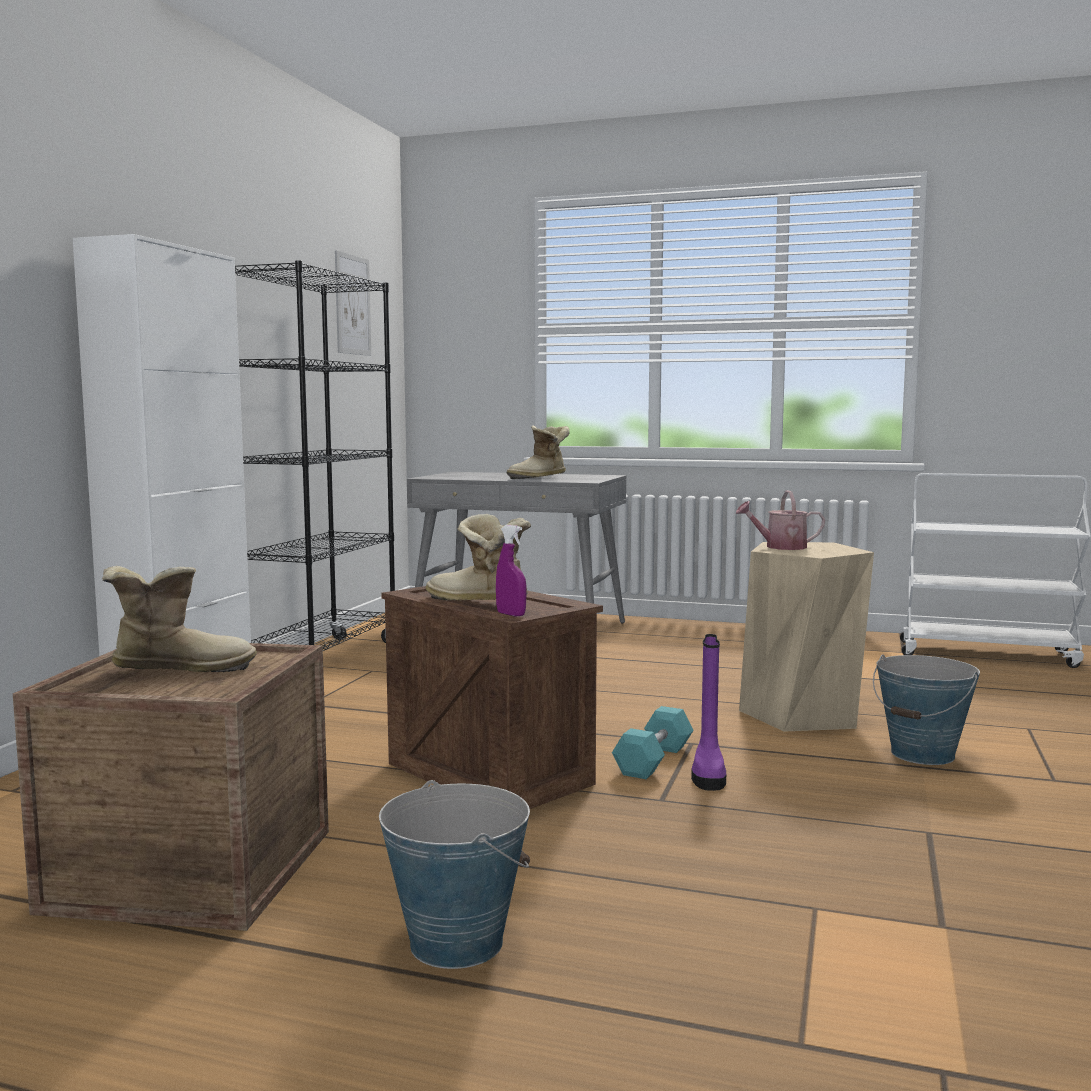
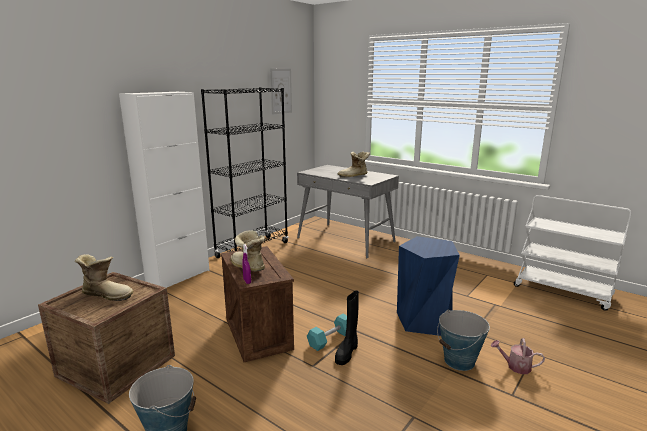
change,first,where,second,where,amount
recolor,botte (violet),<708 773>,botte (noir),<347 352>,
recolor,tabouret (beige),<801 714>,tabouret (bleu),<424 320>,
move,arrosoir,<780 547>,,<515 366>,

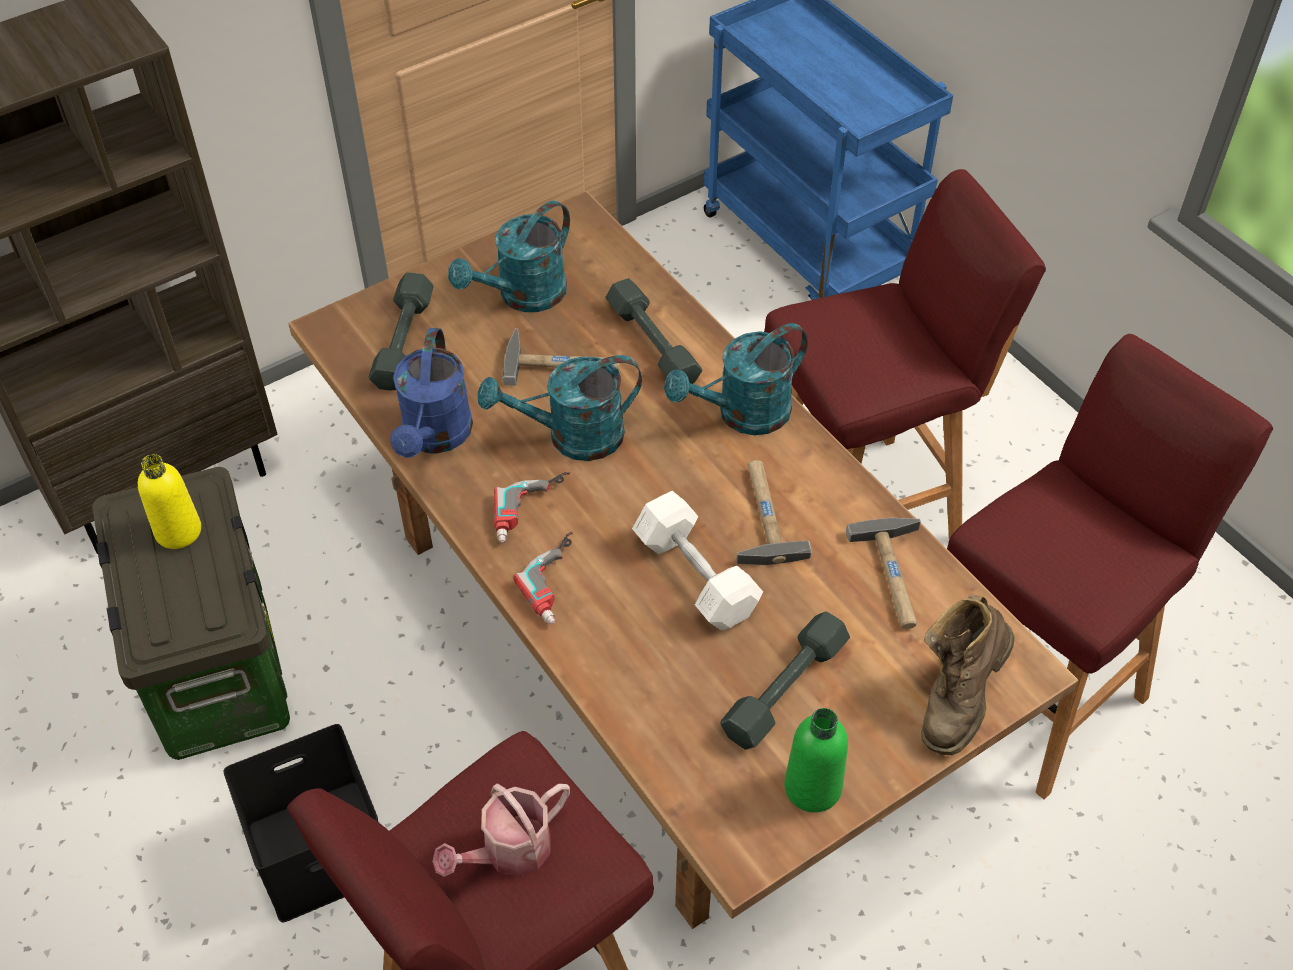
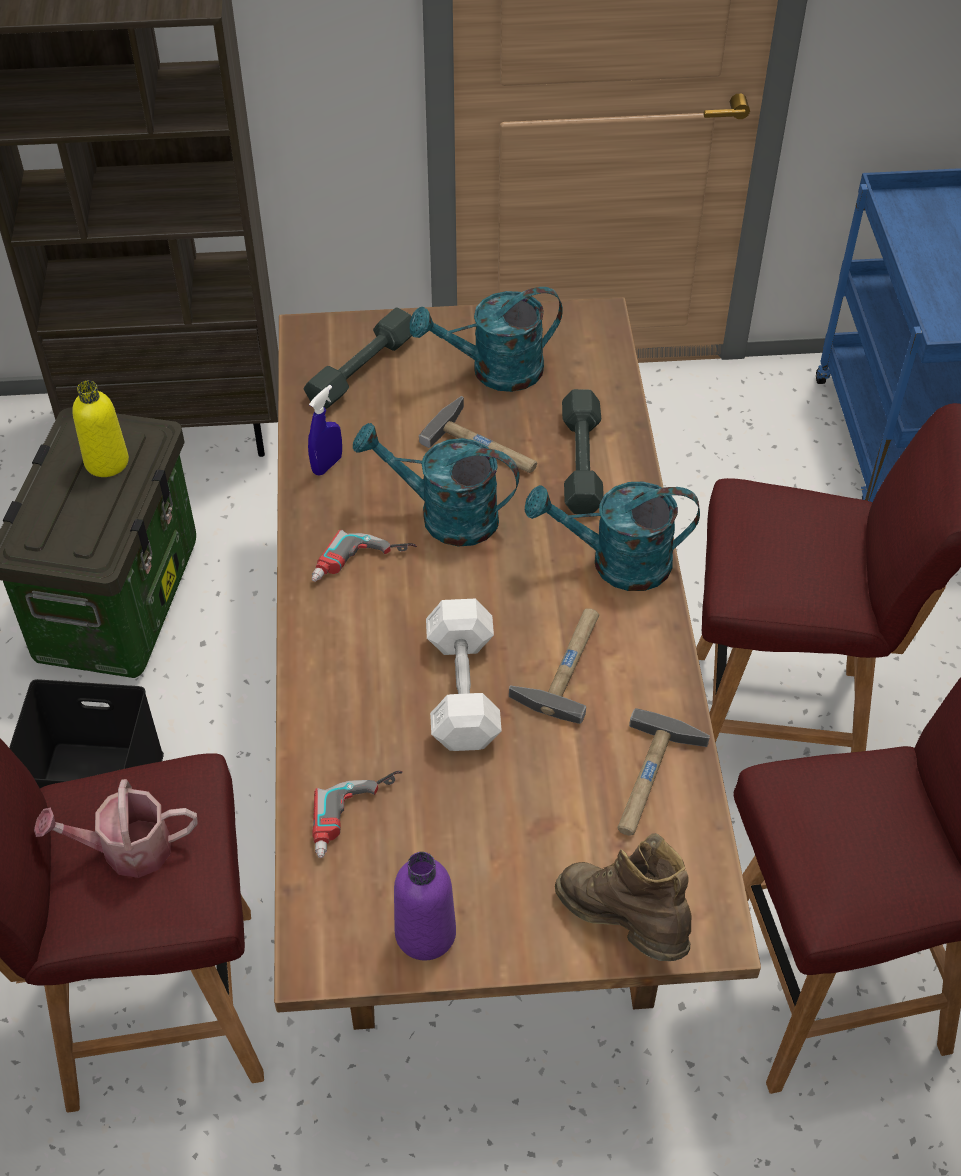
change,first,where,second,where,amount
replace,arrosoir (bleu),<435 437>,vaporisateur (bleu),<327 465>,
move,perceuse,<560 583>,,<359 818>,
recolor,bouteille (vert),<812 787>,bouteille (violet),<425 933>,
rotate,botte (marron),<958 699>,,<623 924>,75 degrees clockwise
delete,haltère (gris),<784 688>,,,

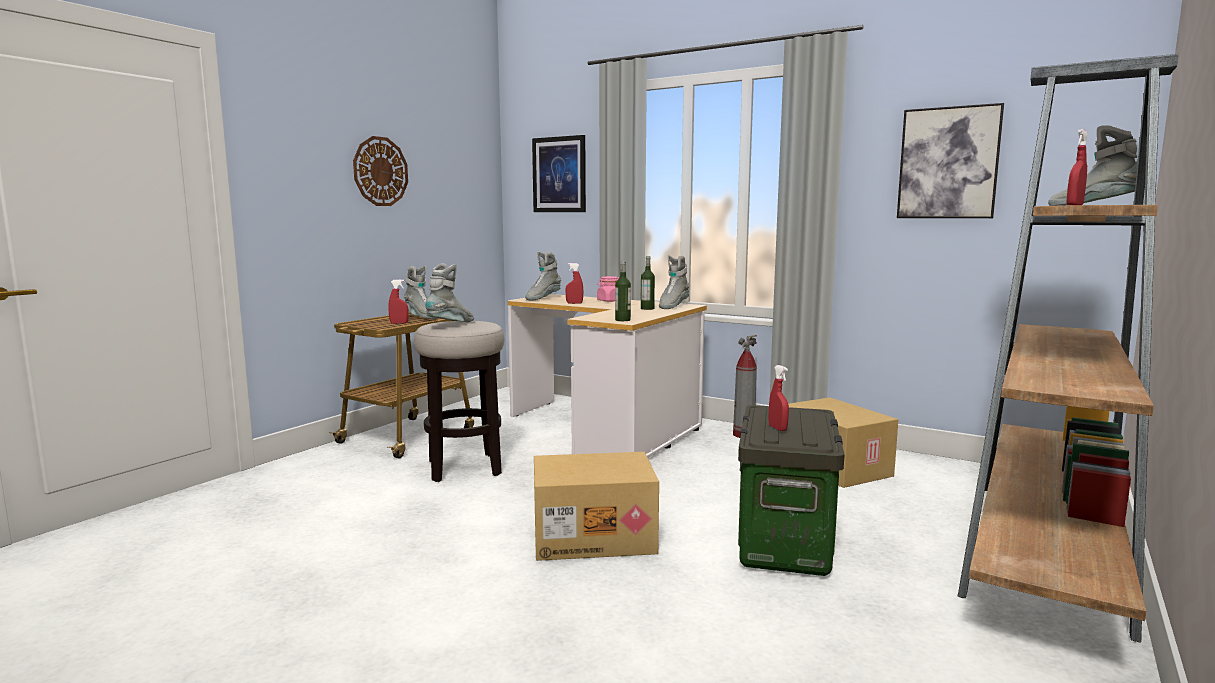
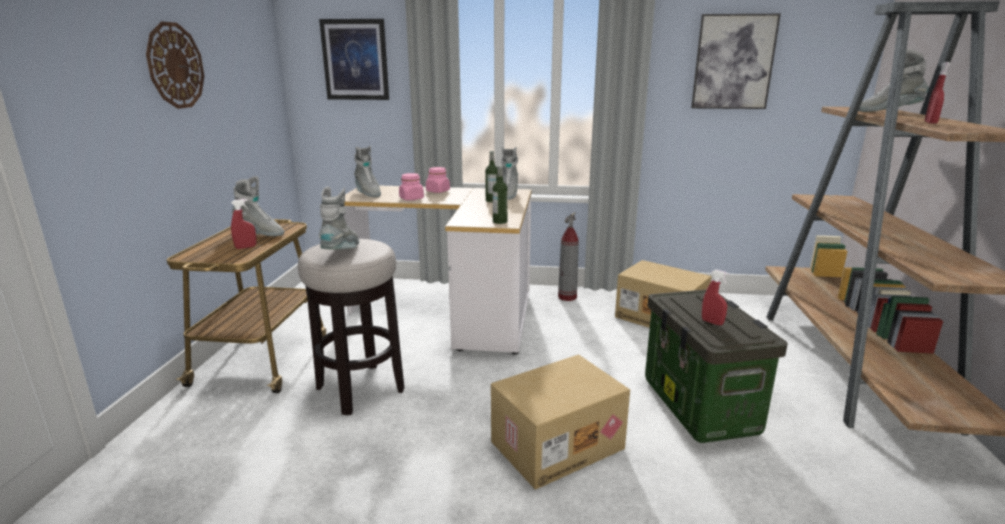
change,first,where,second,where,amount
rotate,botte (gris),<542 298>,,<367 193>,45 degrees counterclockwise
replace,vaporisateur (rouge),<574 303>,bocal (rose),<411 198>,

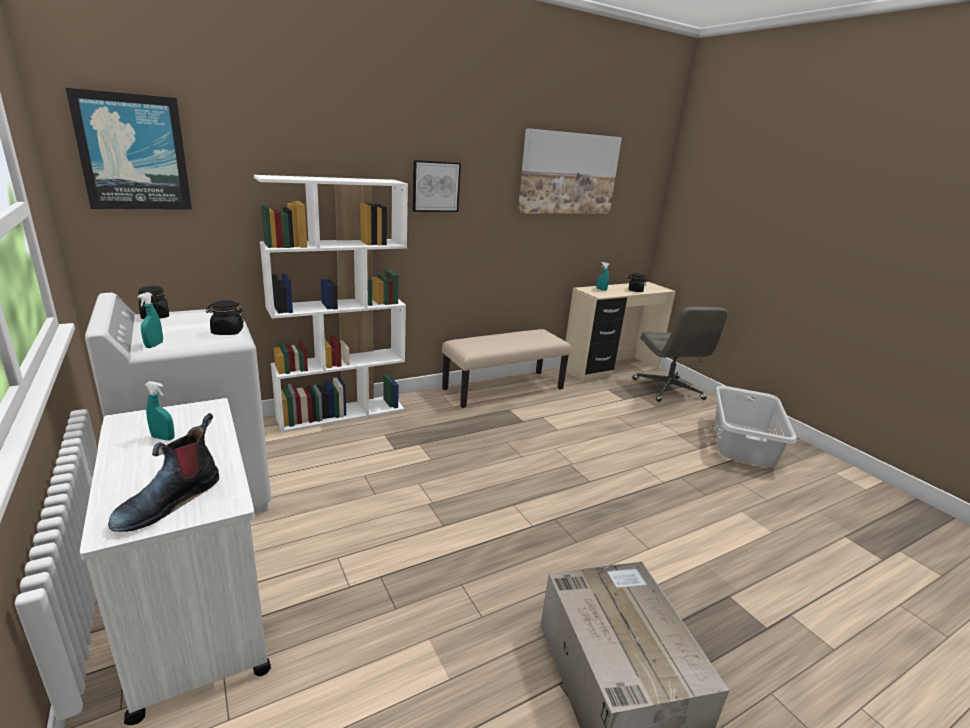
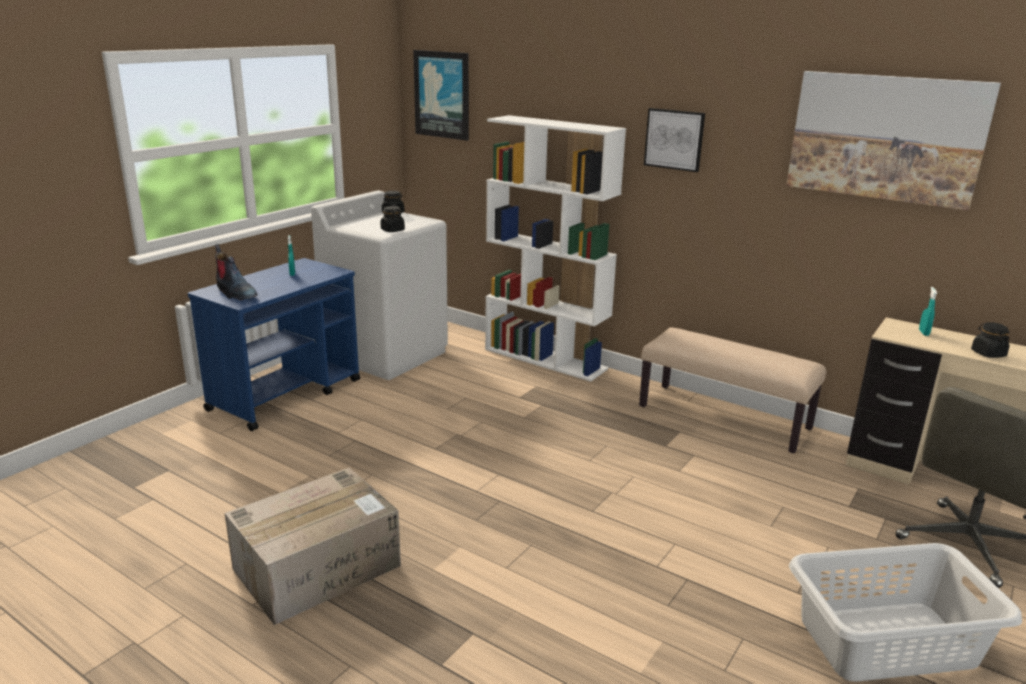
change,first,where,second,where,amount
recolor,chariot (blanc),<196 608>,chariot (bleu),<286 394>,
rotate,botte,<169 501>,,<235 293>,135 degrees counterclockwise
delete,vaporisateur (turquoise),<154 345>,,,

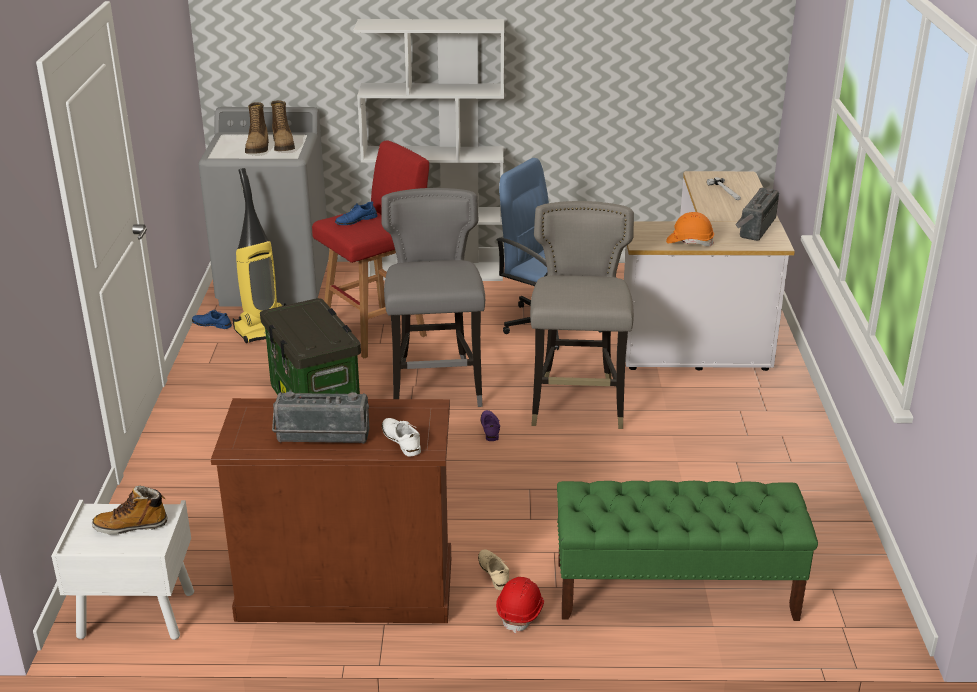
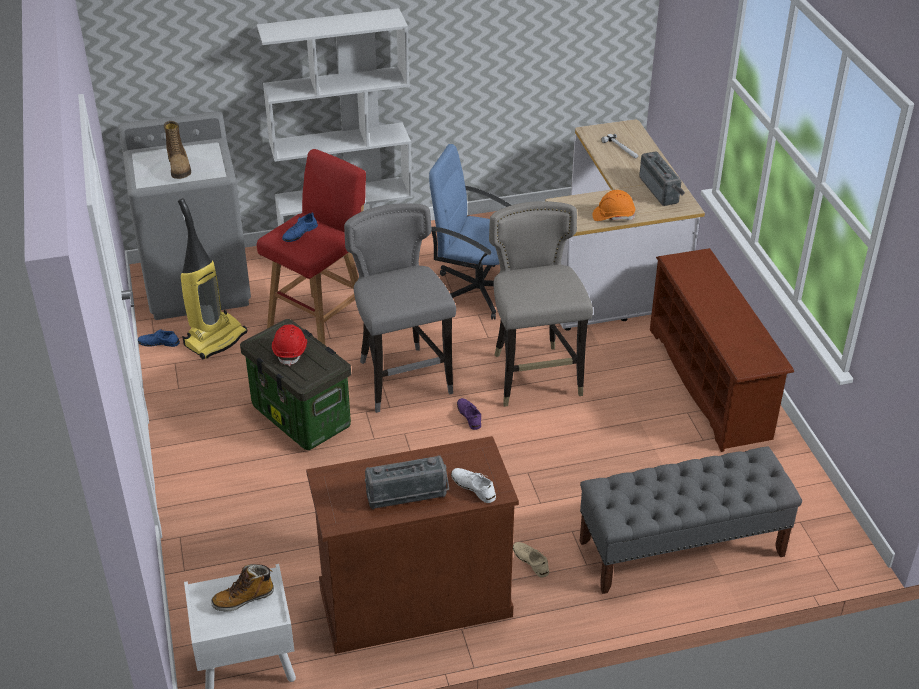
change,first,where,second,where,amount
move,casque de chantier (rouge),<521 612>,,<291 351>,
recolor,banc (vert),<674 591>,banc (gris),<681 549>,
rotate,radio,<754 227>,,<661 190>,150 degrees clockwise
insert,,,étagère à chaussures (marron),<711 383>,
delete,botte,<284 145>,,,

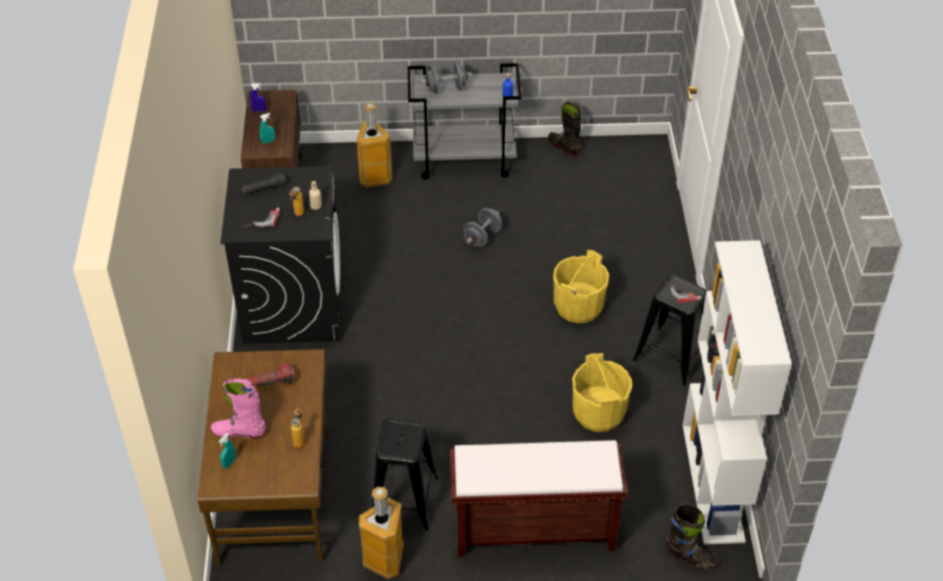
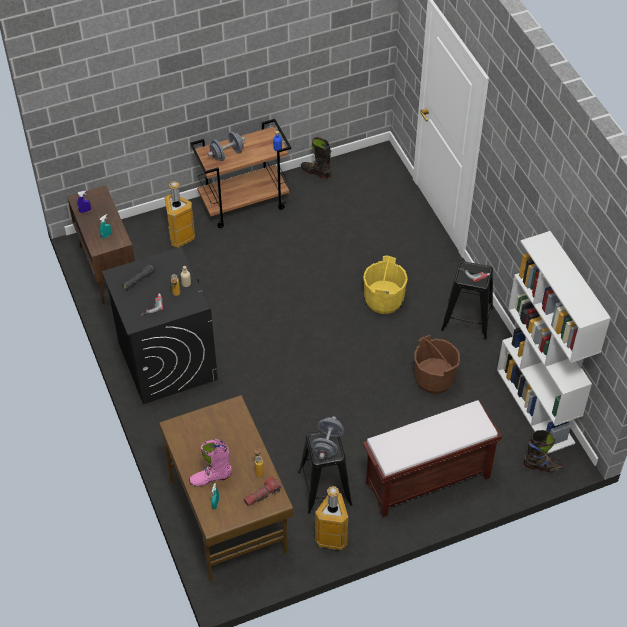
change,first,where,second,where,amount
recolor,chariot (gris),<465 160>,chariot (marron),<244 203>,
move,lampe de poche,<271 381>,,<262 495>,
move,haltère (gris),<482 237>,,<327 444>,
recolor,seau (jaune),<598 412>,seau (marron),<434 378>,

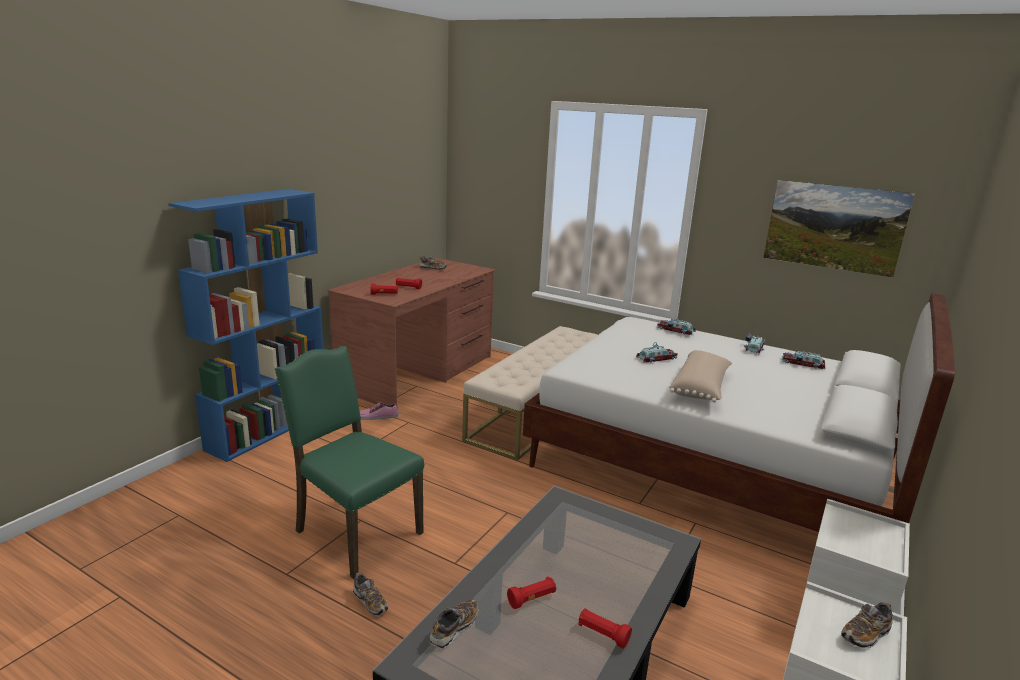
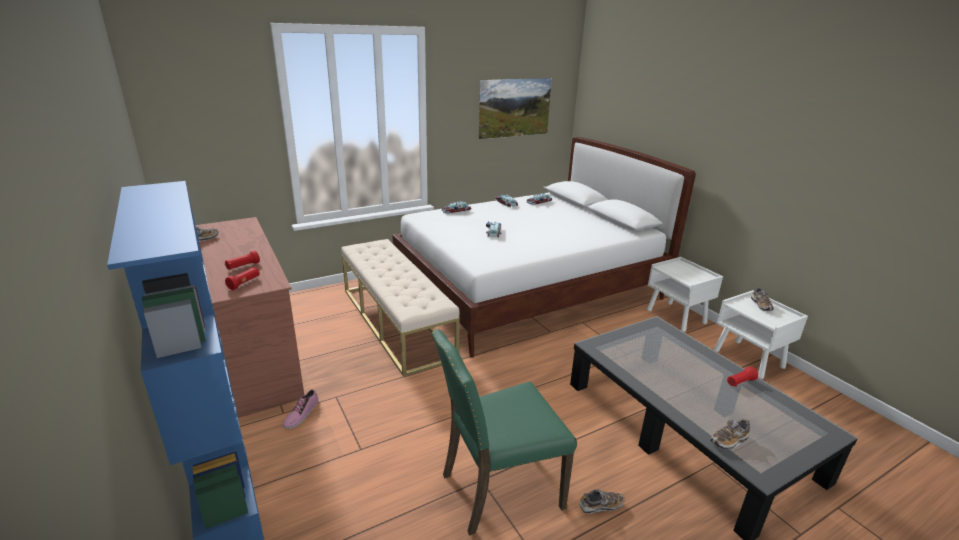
change,first,where,second,where,amount
rotate,chaussure,<454 629>,,<729 441>,90 degrees counterclockwise
delete,lampe de poche (rouge),<532 599>,,,
delete,coussin (beige),<701 388>,,,

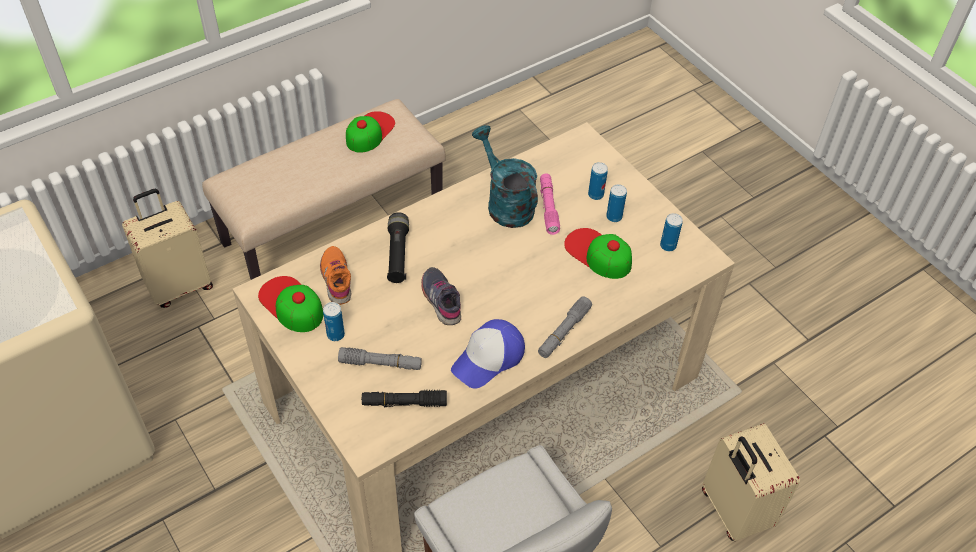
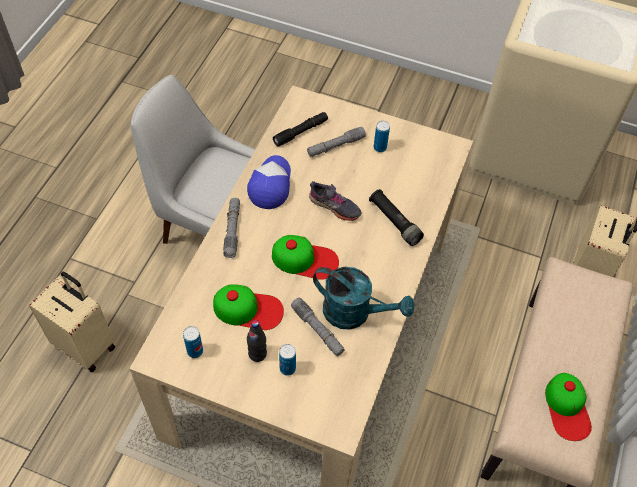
change,first,where,second,where,amount
replace,boîte métallique,<614 217>,bouteille (noir),<257 354>,
move,casquette,<291 304>,,<305 259>,
recolor,lampe de poche (rose),<548 207>,lampe de poche (gris),<317 330>,
delete,chaussure (orange),<337 279>,,,

